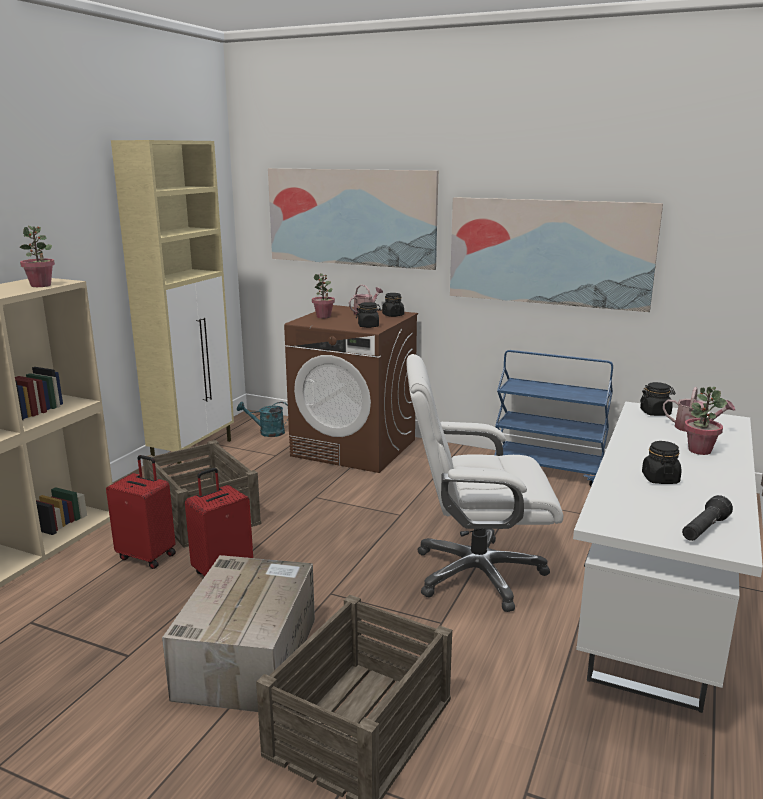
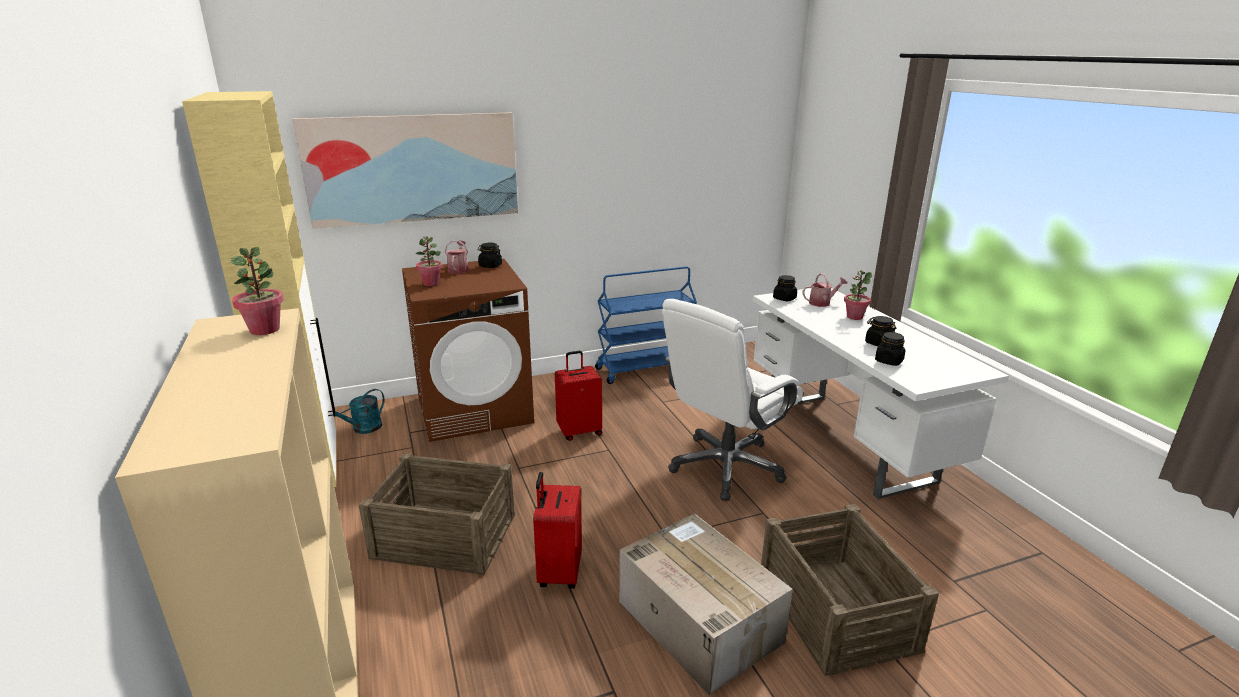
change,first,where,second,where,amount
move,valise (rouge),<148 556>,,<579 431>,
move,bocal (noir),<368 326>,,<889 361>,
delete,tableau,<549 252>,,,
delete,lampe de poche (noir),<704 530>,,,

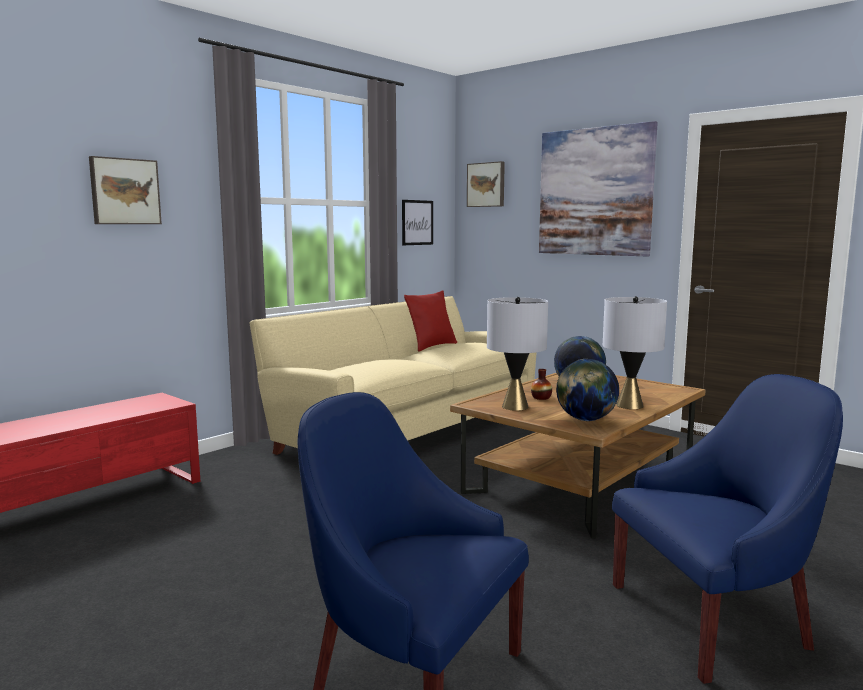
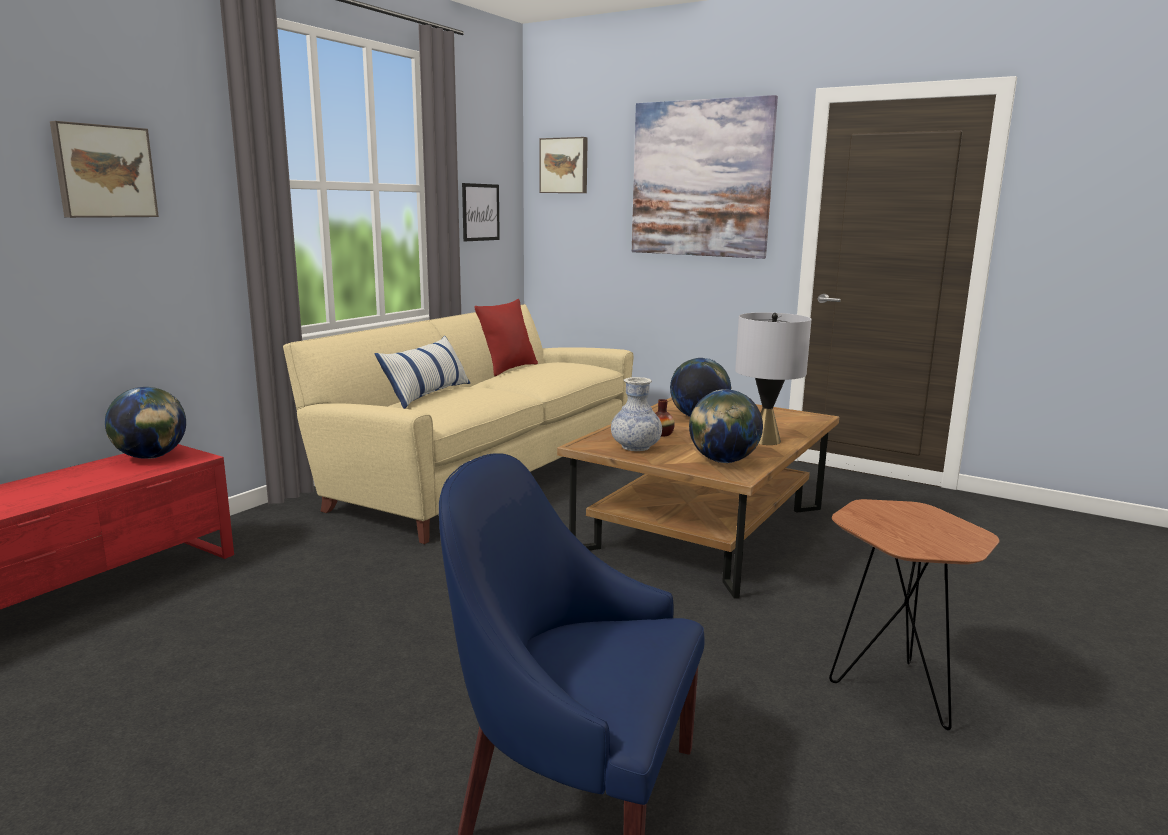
change,first,where,second,where,amount
insert,,,globe,<151 457>,
insert,,,coussin,<427 394>,
replace,lampe de table (gris),<515 407>,vase,<635 447>,
replace,fauteuil (bleu),<714 620>,table d'appoint (marron),<891 687>,

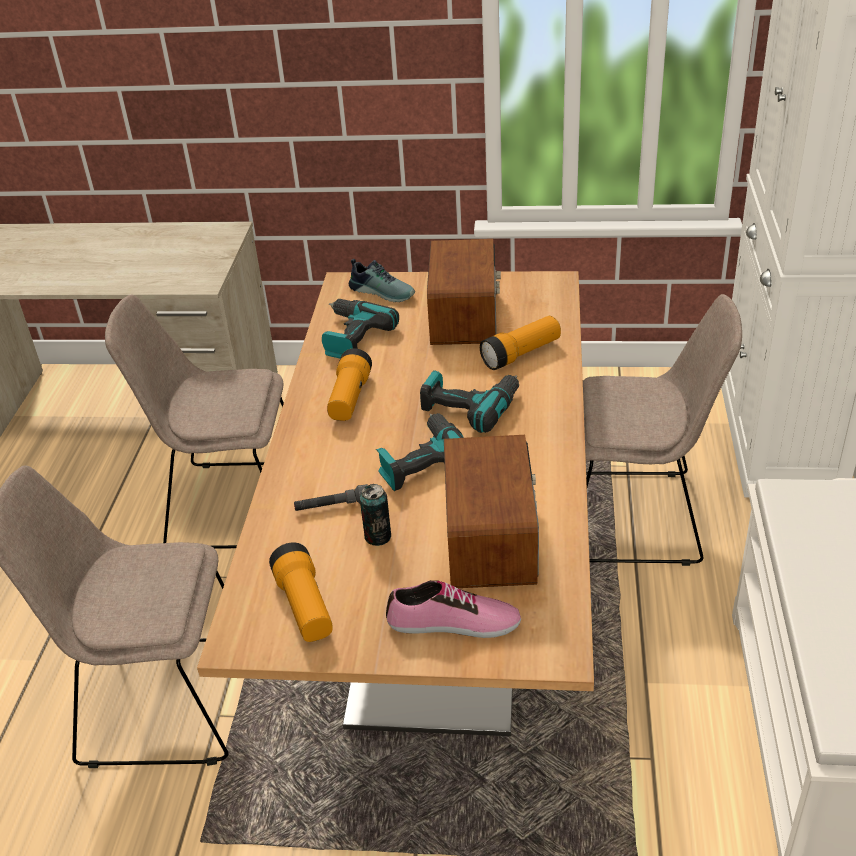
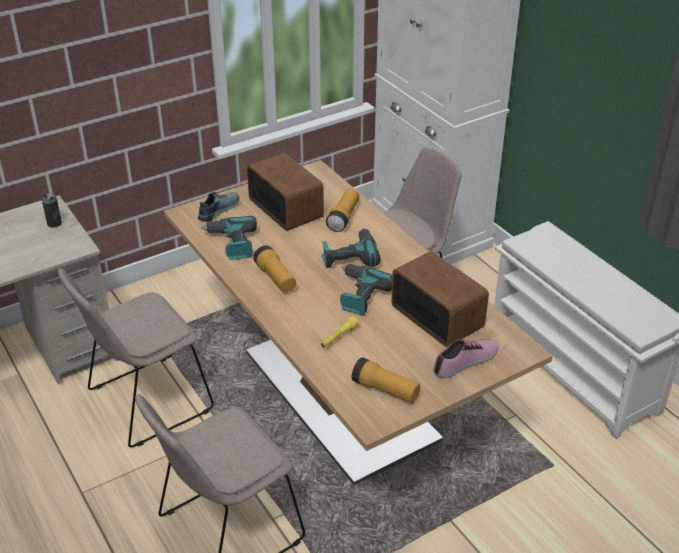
change,first,where,second,where,amount
move,boîte métallique,<378 536>,,<54 223>,
rotate,chaussure,<383 291>,,<217 210>,45 degrees counterclockwise
recolor,lampe de poche (gris),<332 506>,lampe de poche (jaune),<338 337>,

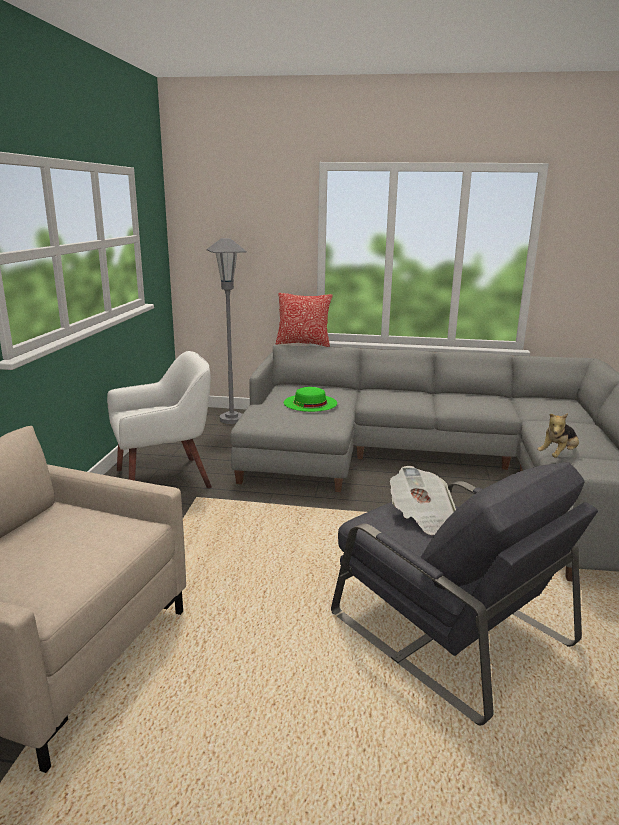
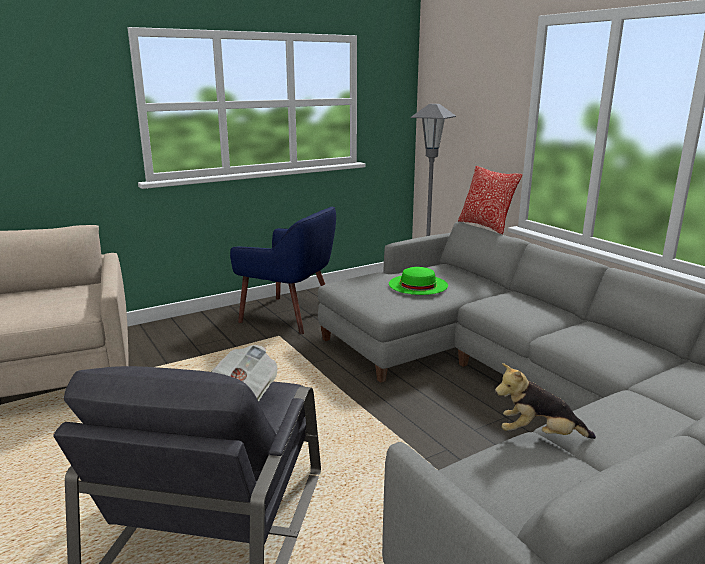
change,first,where,second,where,amount
recolor,fauteuil (blanc),<164 478>,fauteuil (bleu),<289 315>,

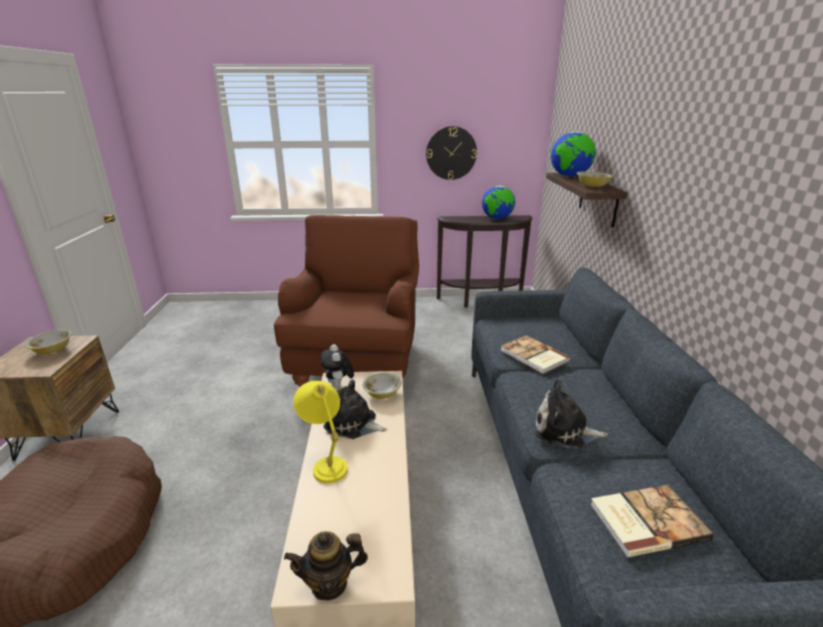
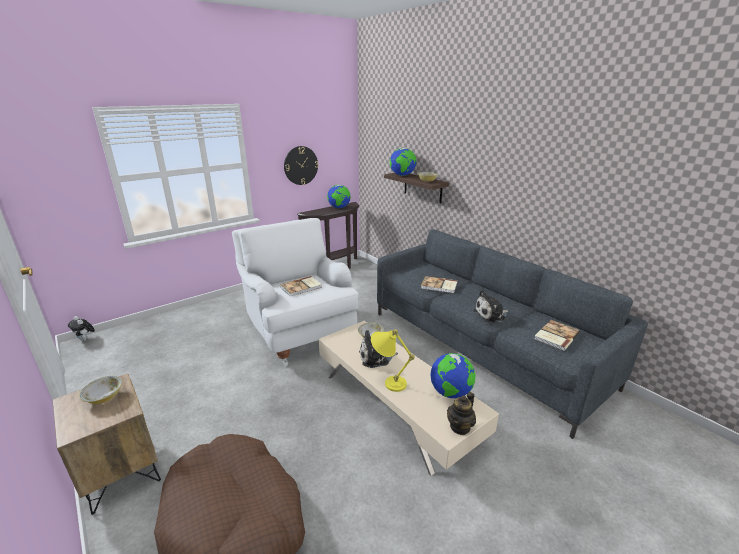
change,first,where,second,where,amount
move,peluche,<338 386>,,<85 340>,
recolor,fauteuil (marron),<358 361>,fauteuil (blanc),<299 331>,
insert,,,livre,<301 287>,
insert,,,globe,<450 393>,

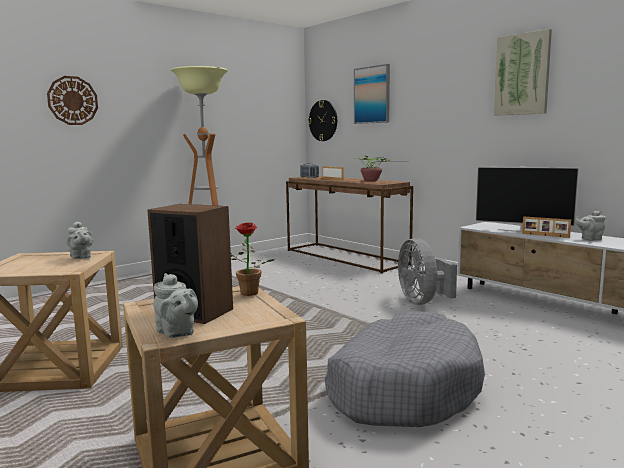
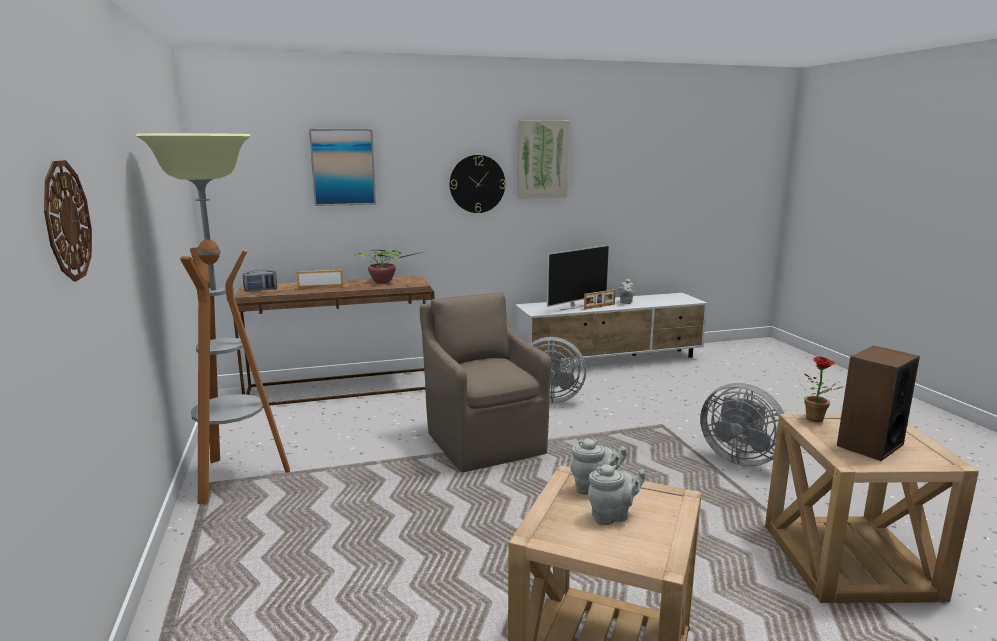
change,first,where,second,where,amount
insert,,,fauteuil (marron),<484 441>,
move,horloge murale,<323 120>,,<477 184>,
move,théière (gris),<177 333>,,<612 516>,
replace,panier pour chien (gris),<403 387>,ventilateur (gris),<739 458>,

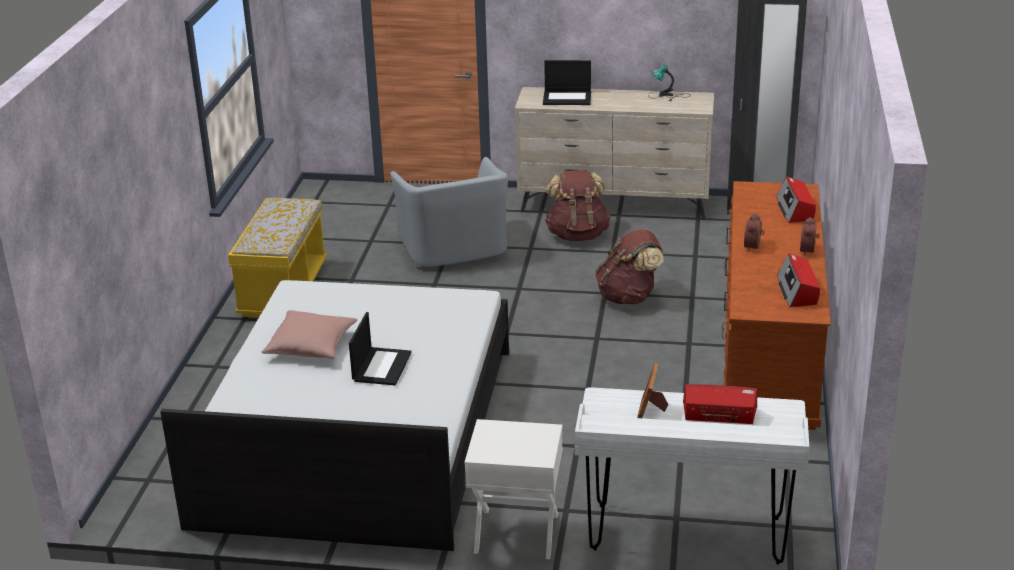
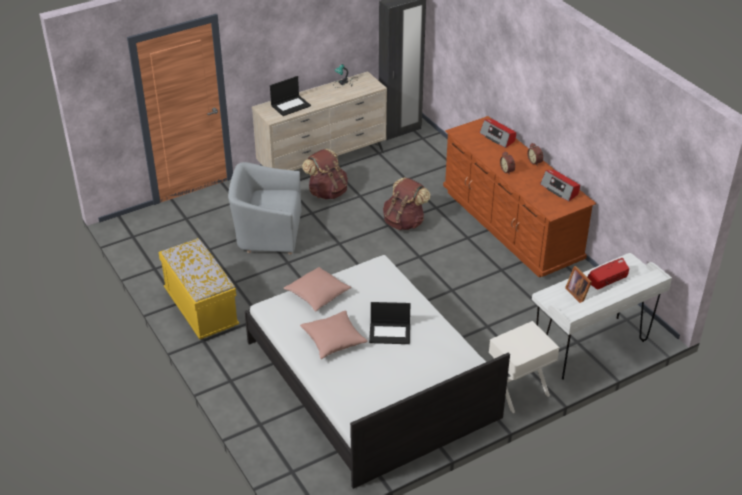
change,first,where,second,where,amount
rotate,fauteuil (gris),<454 249>,,<268 232>,150 degrees clockwise
insert,,,coussin (rose),<317 295>,
rotate,ordinateur portable,<381 366>,,<390 333>,120 degrees clockwise

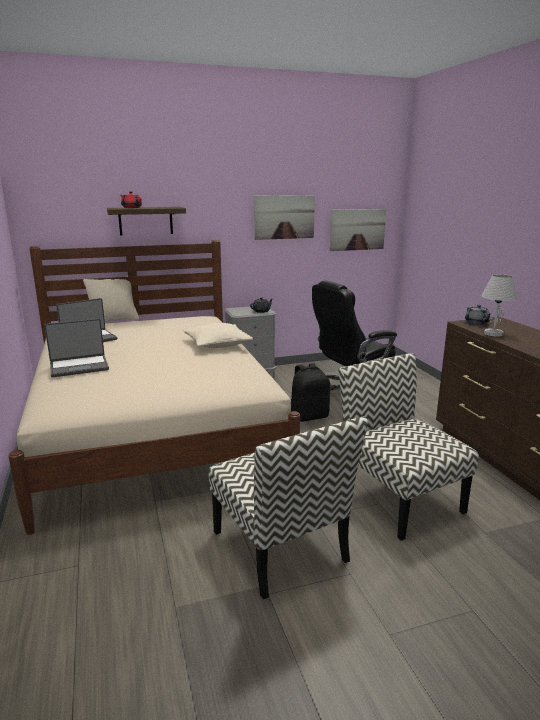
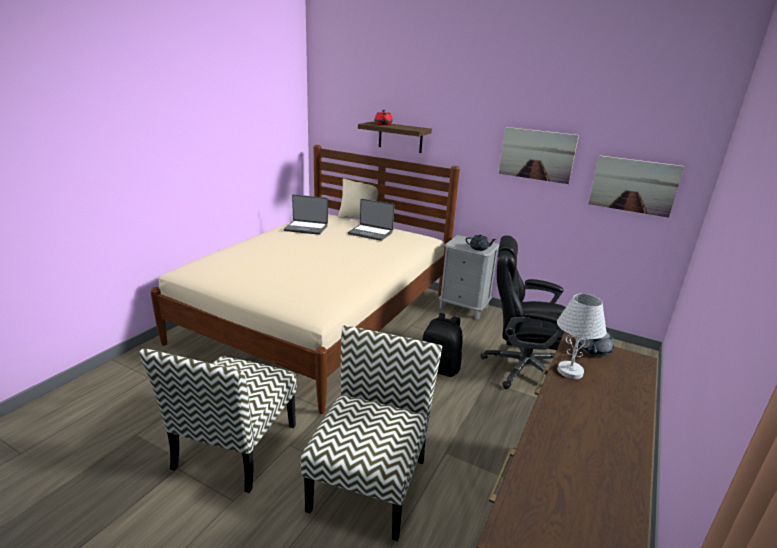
change,first,where,second,where,amount
move,ordinateur portable,<79 367>,,<371 233>,
delete,coussin (beige),<218 344>,,,

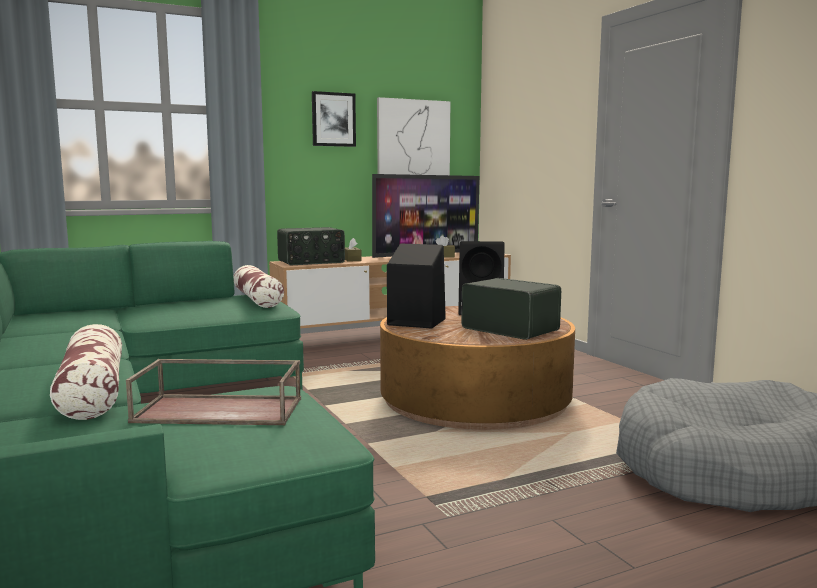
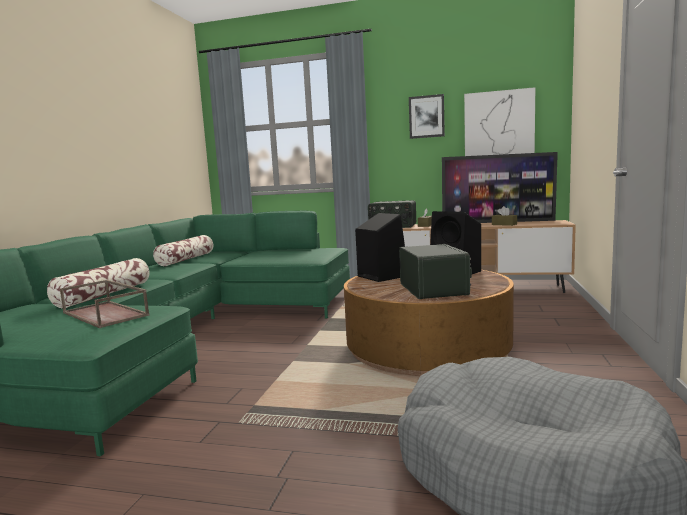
change,first,where,second,where,amount
move,coussin,<257 299>,,<186 259>,

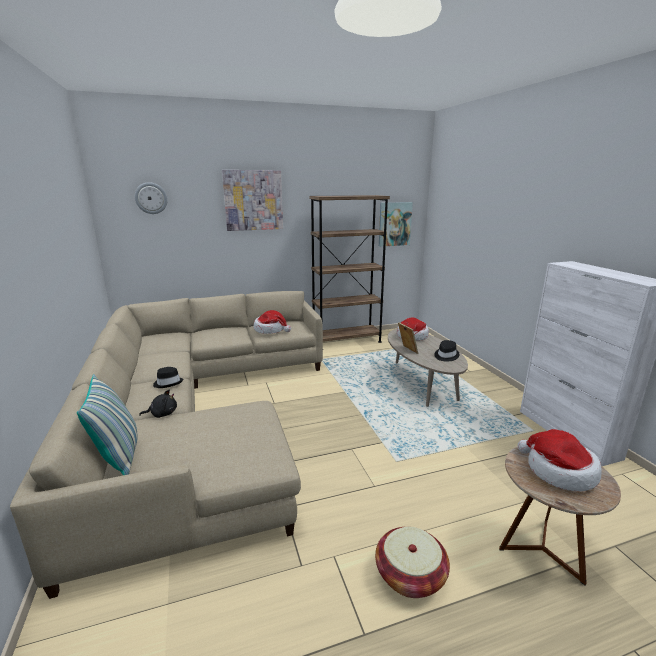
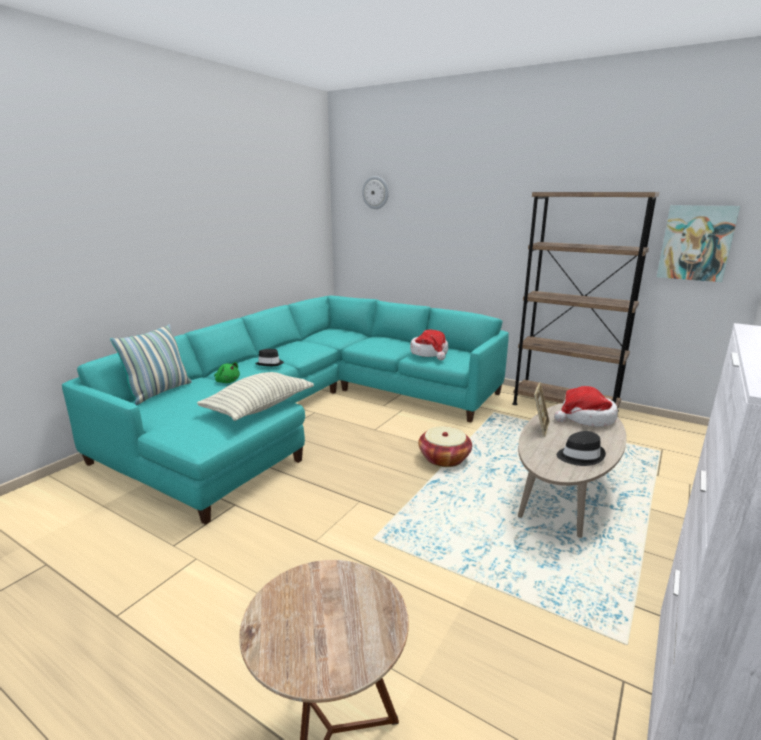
change,first,where,second,where,amount
recolor,canapé (beige),<197 415>,canapé (turquoise),<308 410>,
insert,,,coussin,<259 408>,
recolor,peluche (noir),<162 414>,peluche (vert),<227 381>,
move,panier,<410 575>,,<444 458>,
delete,tableau,<253 200>,,,
delete,chapeau,<558 471>,,,

